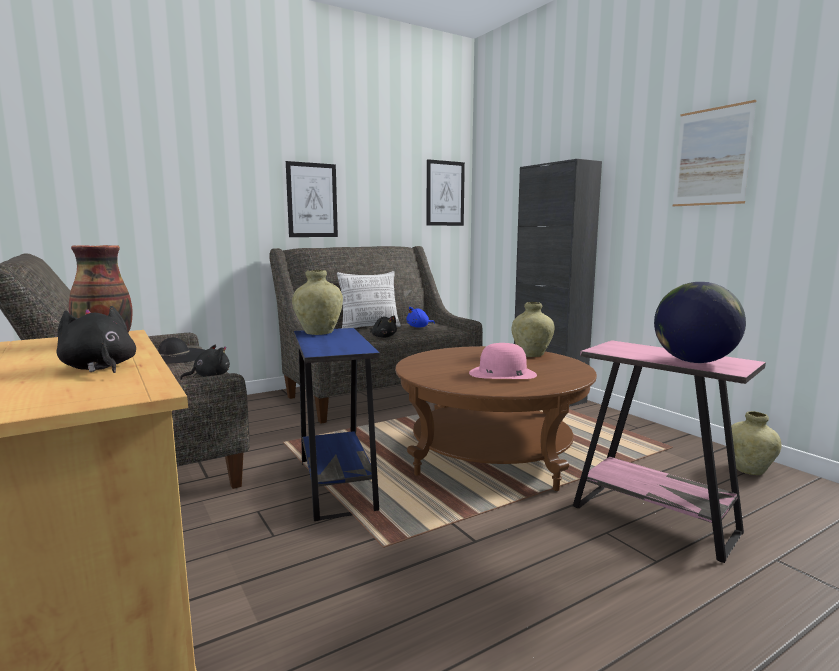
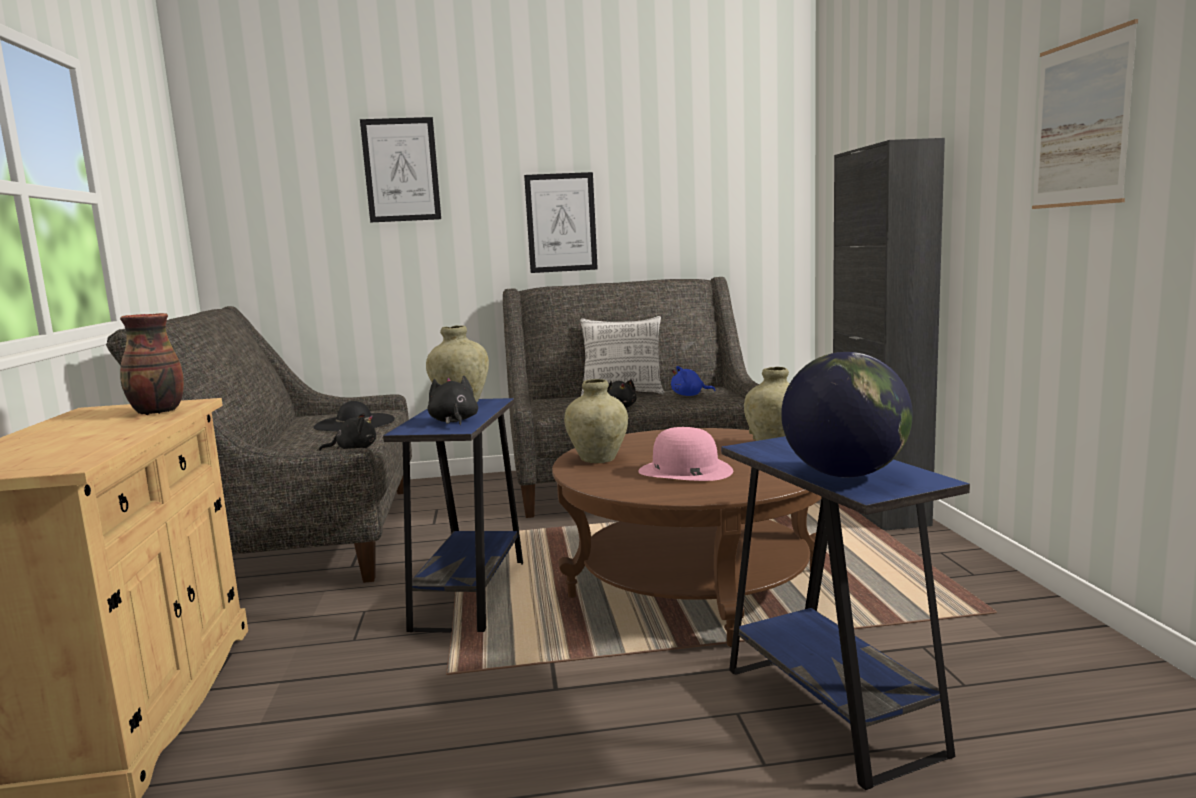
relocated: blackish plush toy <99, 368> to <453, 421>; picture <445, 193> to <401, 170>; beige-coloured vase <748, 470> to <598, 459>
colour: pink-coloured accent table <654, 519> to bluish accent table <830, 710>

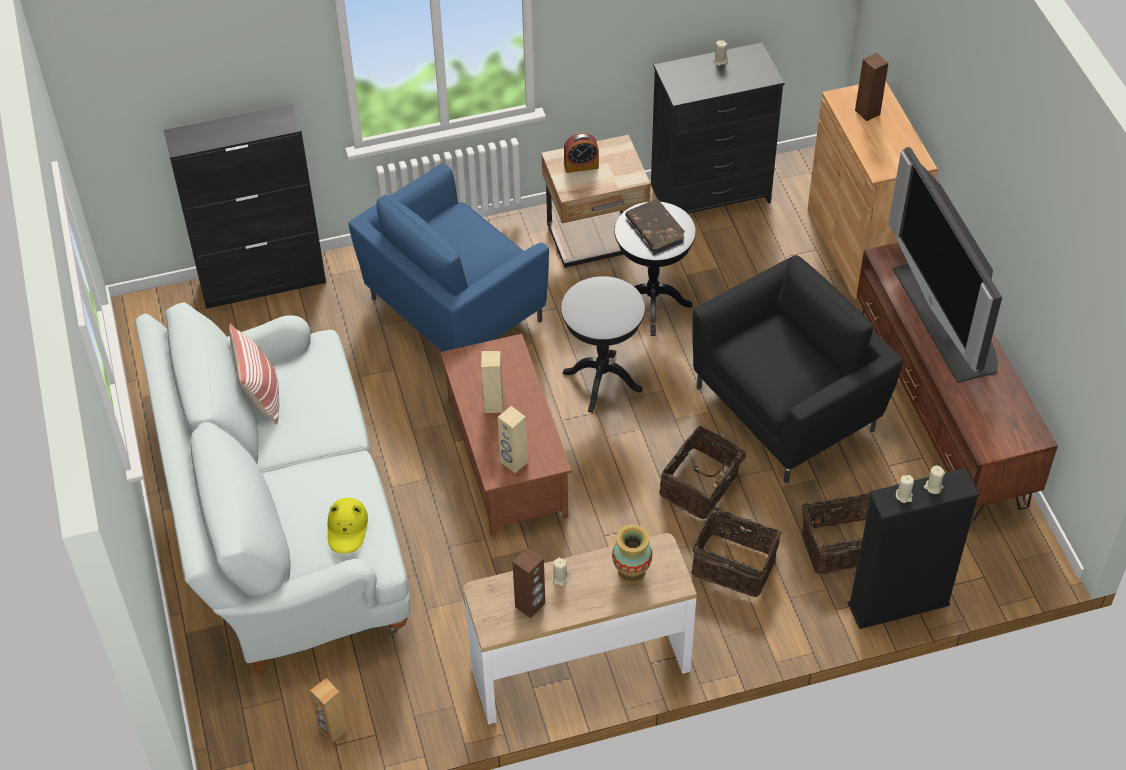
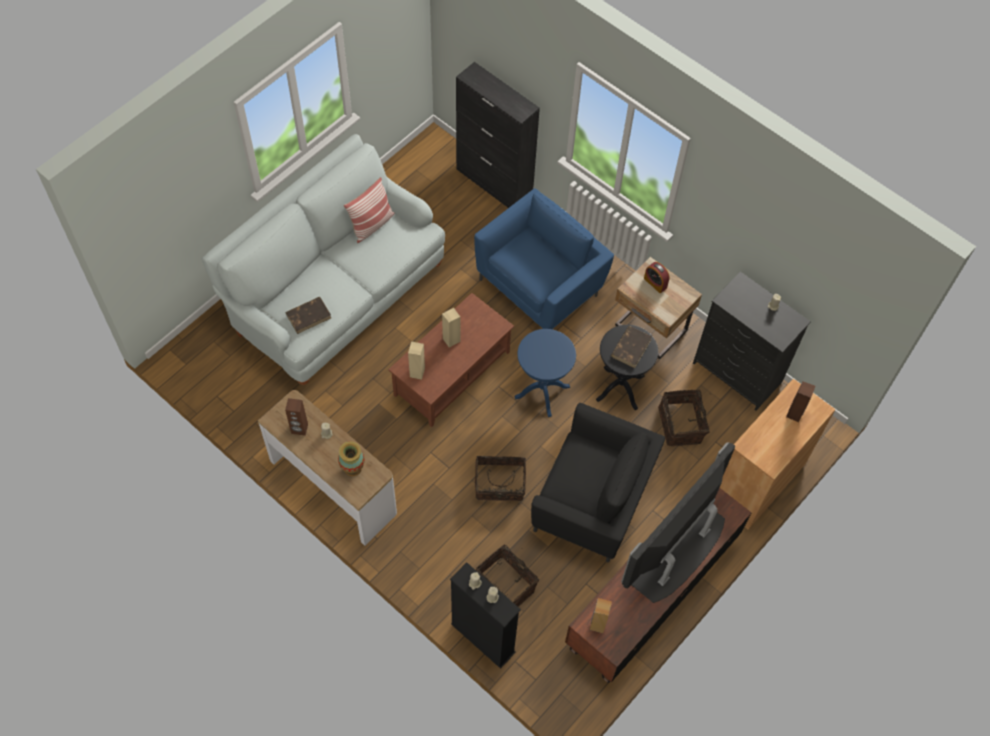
relocated: brown-coloured loudspeaker <333, 730> to <597, 624>; storage basket <734, 564> to <682, 424>
exchanged: yellow-coloured hat <347, 528> to brown-coloured bound book <309, 316>
colour: blackish accent table <602, 381> to bluish accent table <542, 392>
spun: bluish easy chair <452, 310> = <540, 286> 120 degrees clockwise

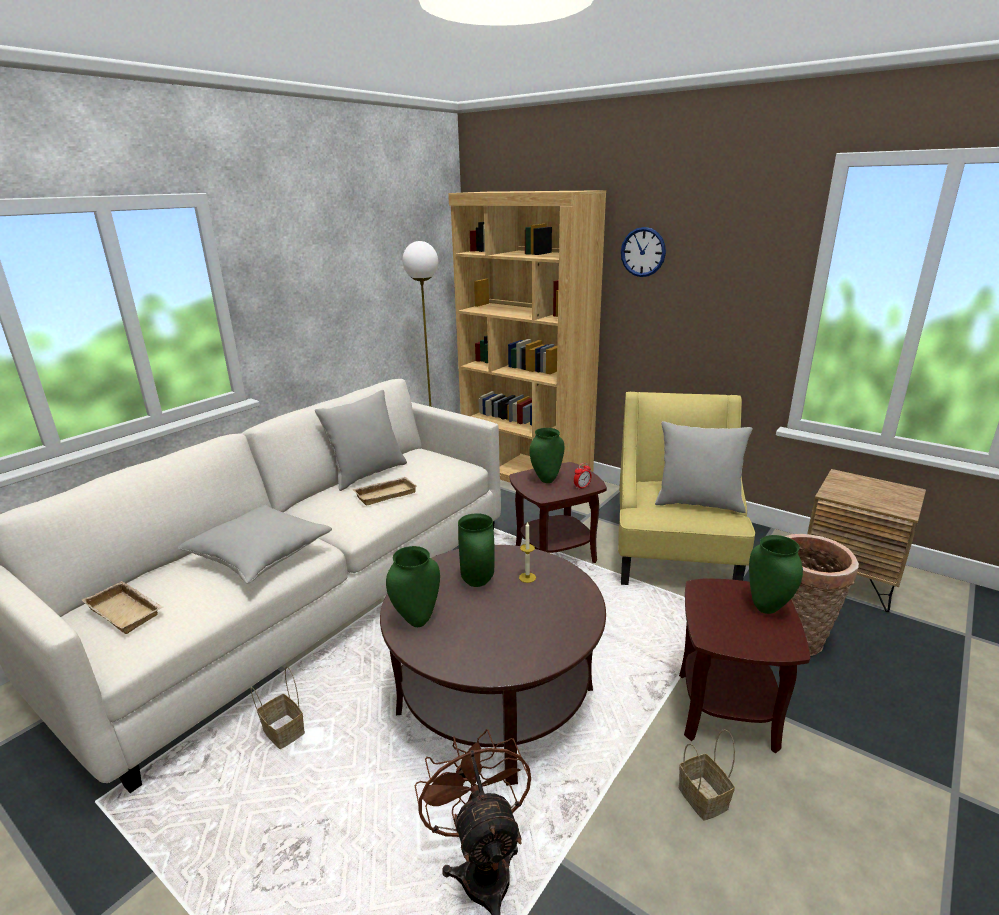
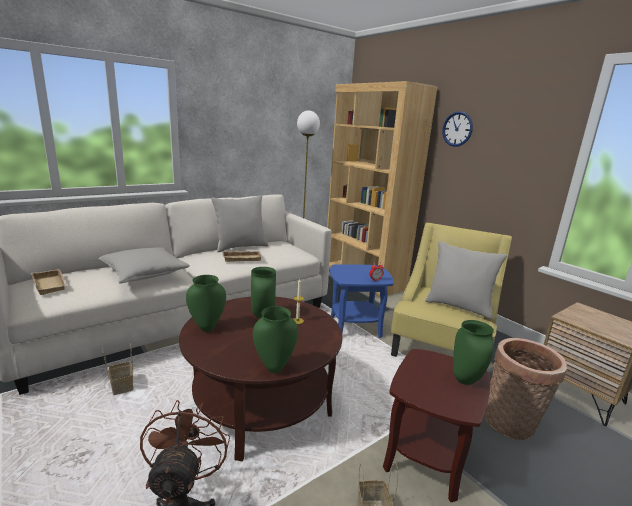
relocated: green-coloured vase <546, 480> to <274, 368>
colour: brown-coloured accent table <555, 553> to bluish accent table <355, 326>

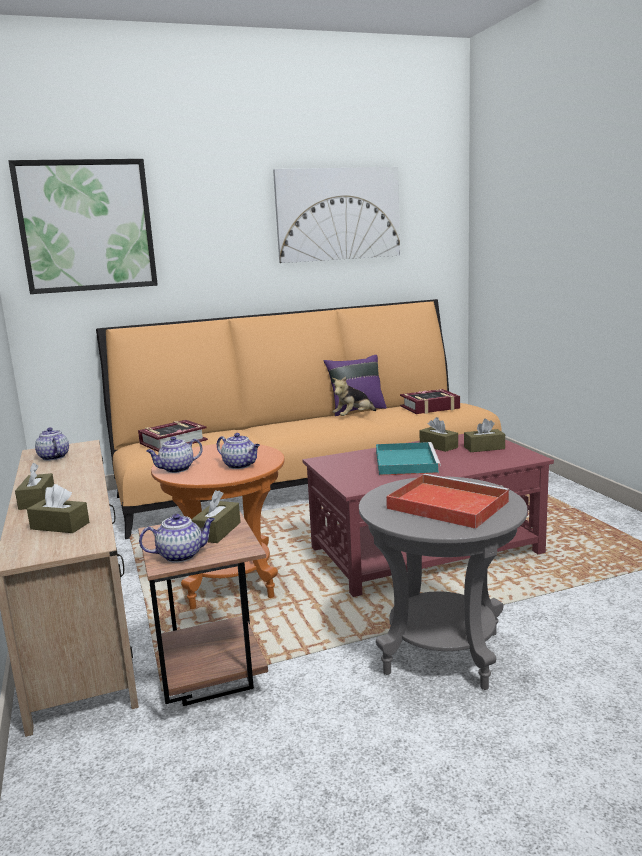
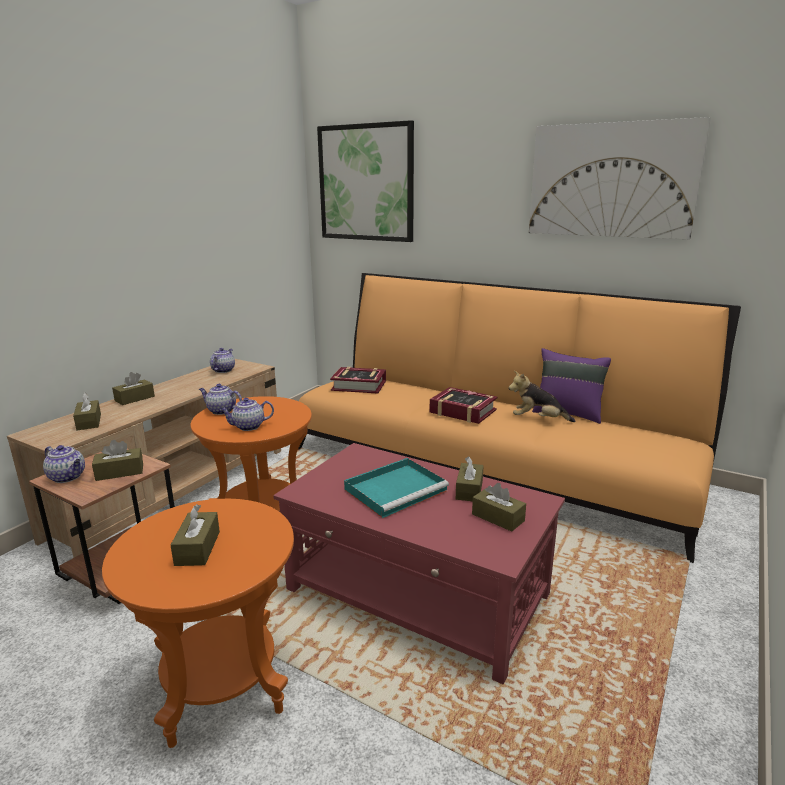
relocated: bound book <430, 407> to <462, 411>
exchanged: reddish tray <445, 505> to brown-coloured tissue holder <197, 548>
colour: gray accent table <442, 653> to orangey accent table <222, 688>
spun: teapot <240, 465> = <248, 427> 75 degrees clockwise

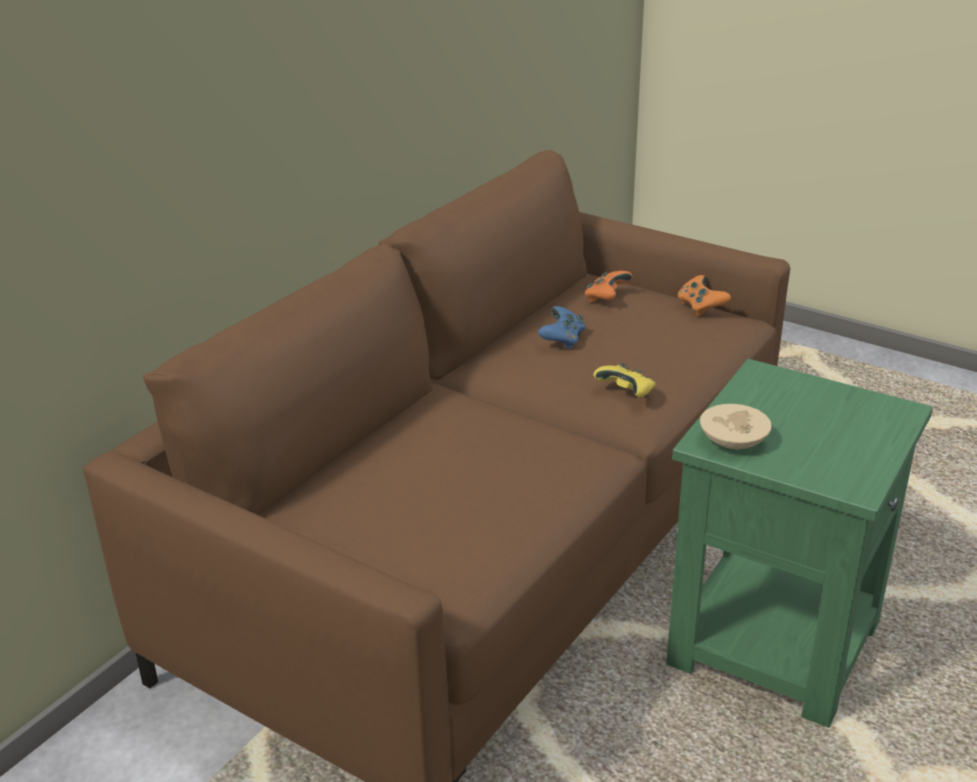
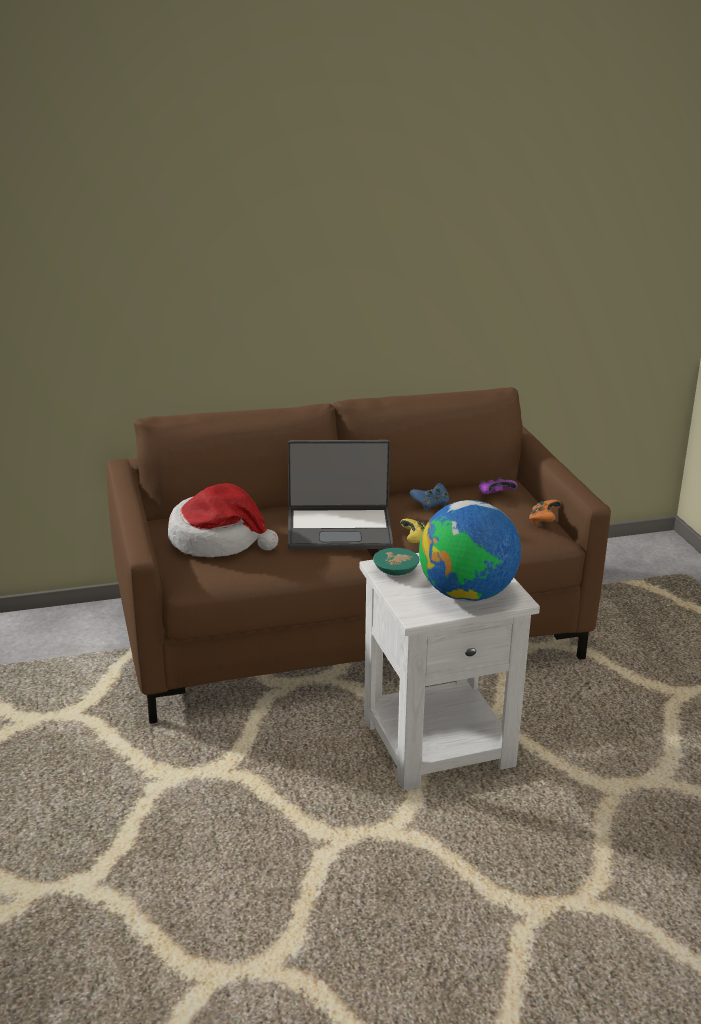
appeared: hat <218, 540>; portable computer <339, 530>; desk globe <467, 594>
colour: orangey game controller <606, 298> to purplish game controller <495, 495>; green-coloured accent table <774, 643> to white-coloured accent table <439, 743>; beige-coloured deep dish <734, 439> to turquoise deep dish <397, 571>

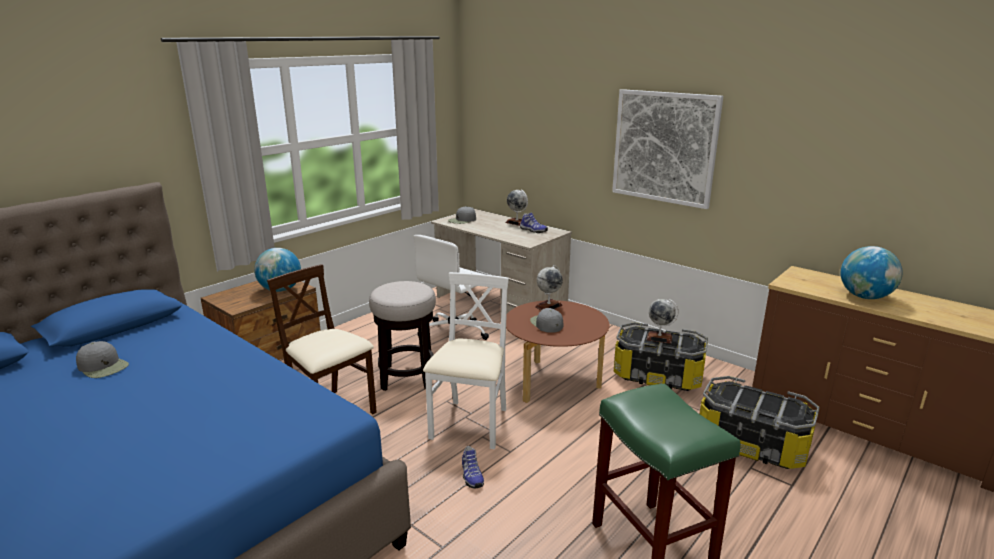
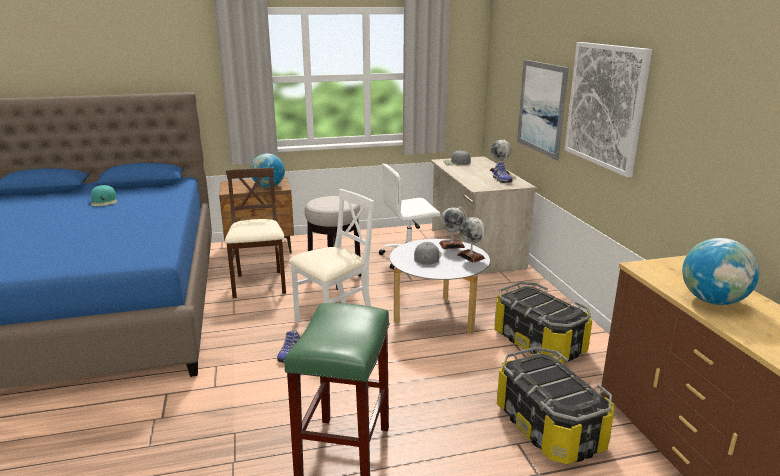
appeared: picture <541, 107>
relocated: desk globe <659, 338> to <471, 256>
colour: gray cap <103, 366> to turquoise cap <104, 201>; brown-coloured coffee table <554, 382> to gray coffee table <437, 316>

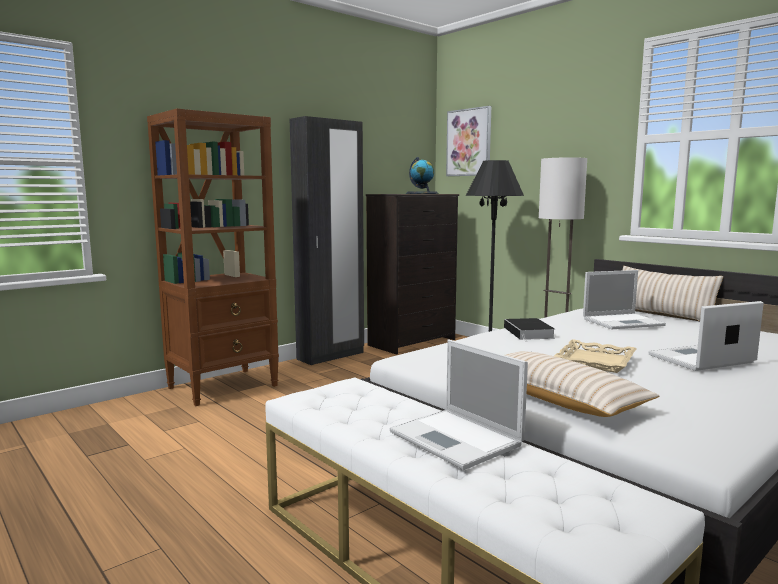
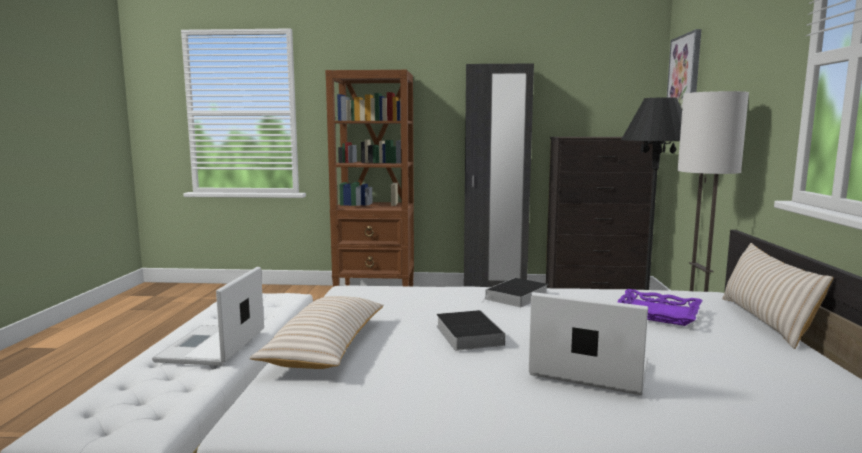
missing: desk globe <422, 193>
exchanged: beige-coloured tray <596, 361> to bound book <467, 334>; portable computer <623, 322> to purplish tray <657, 312>

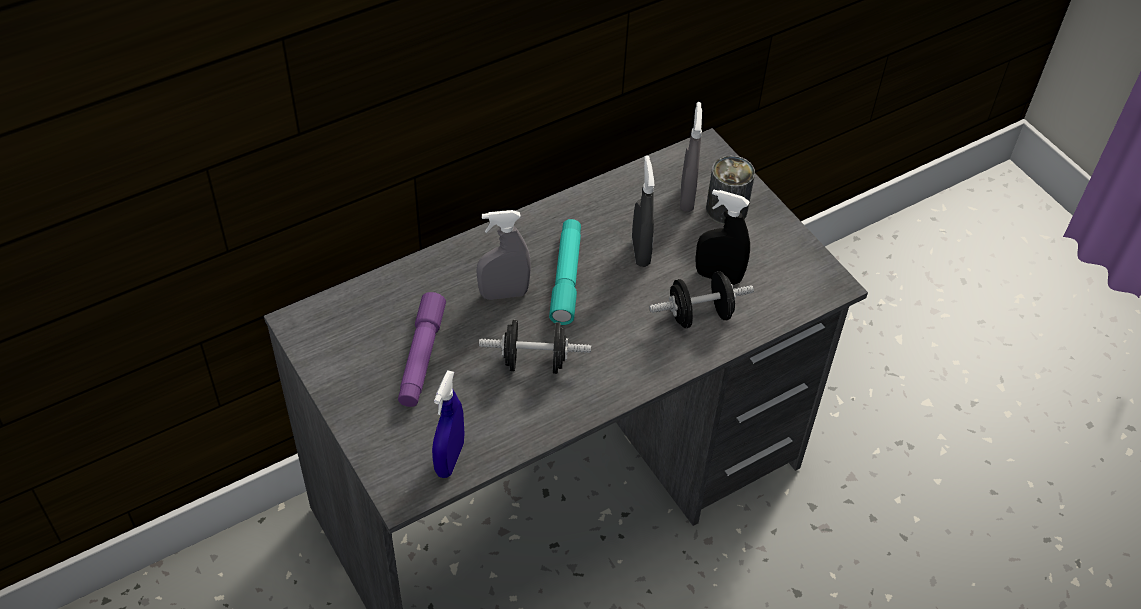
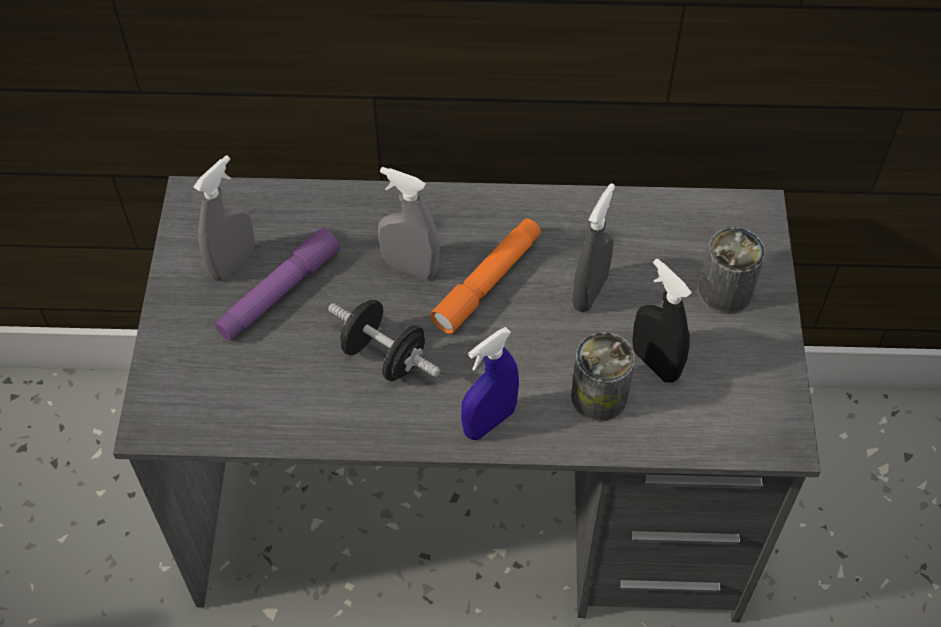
relocated: bluish spray bottle <449, 459> to <489, 422>; gray spray bottle <687, 197> to <233, 263>
exchanged: blackish free weight <699, 315> to can <599, 396>
colour: turquoise hand torch <566, 277> to orangey hand torch <488, 282>

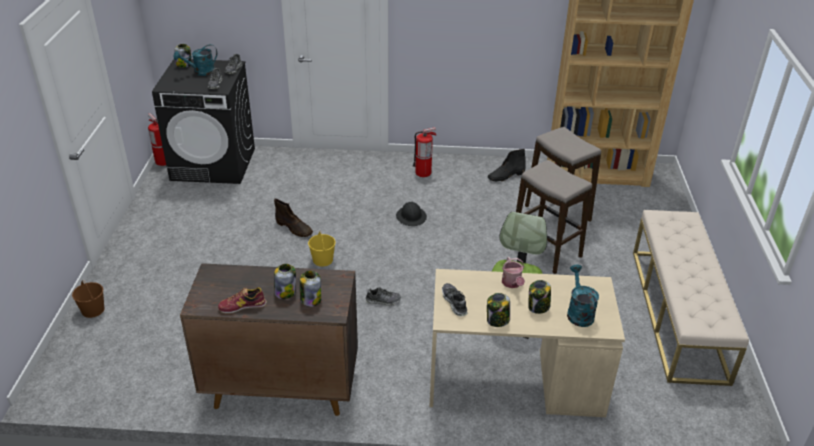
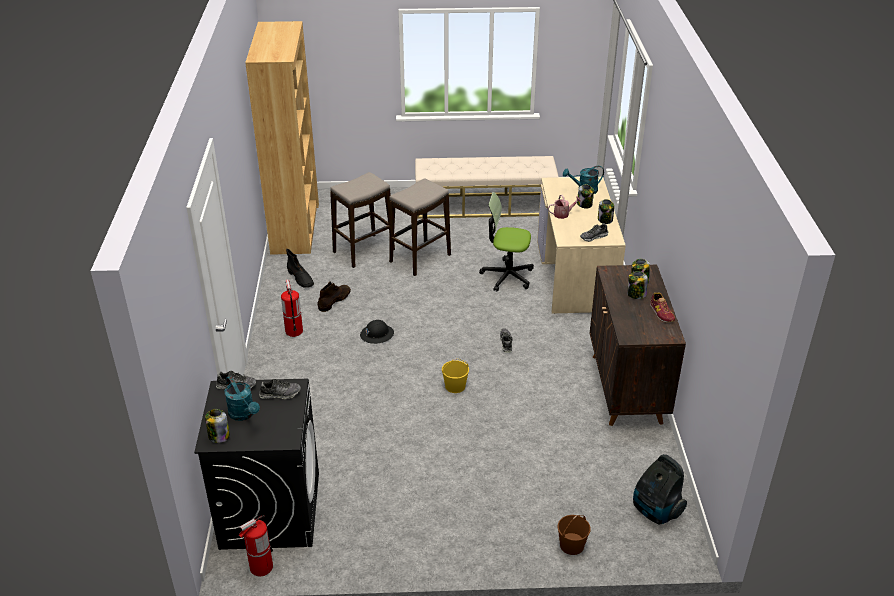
appeared: vacuum cleaner <655, 511>
relocated: brown-coloured boot <294, 228> to <334, 300>

